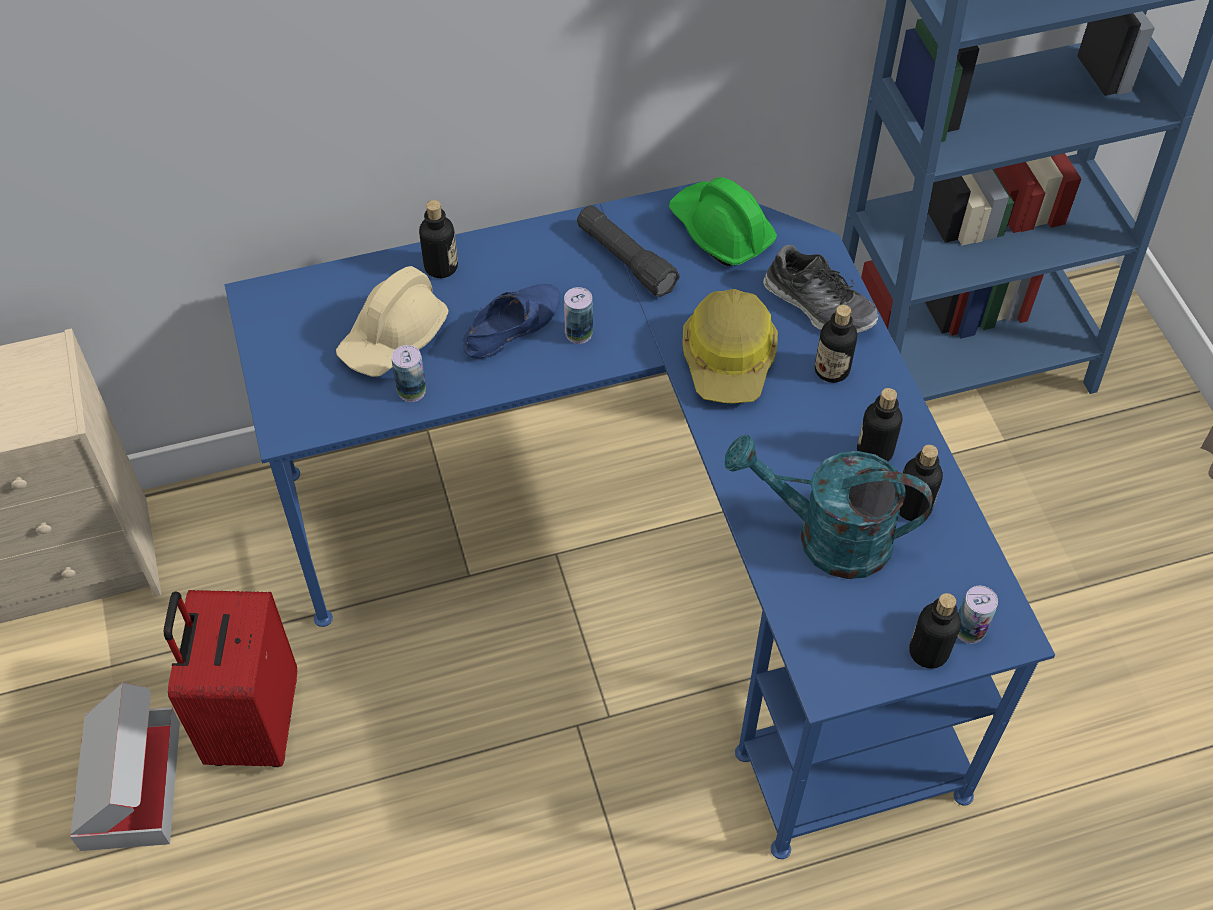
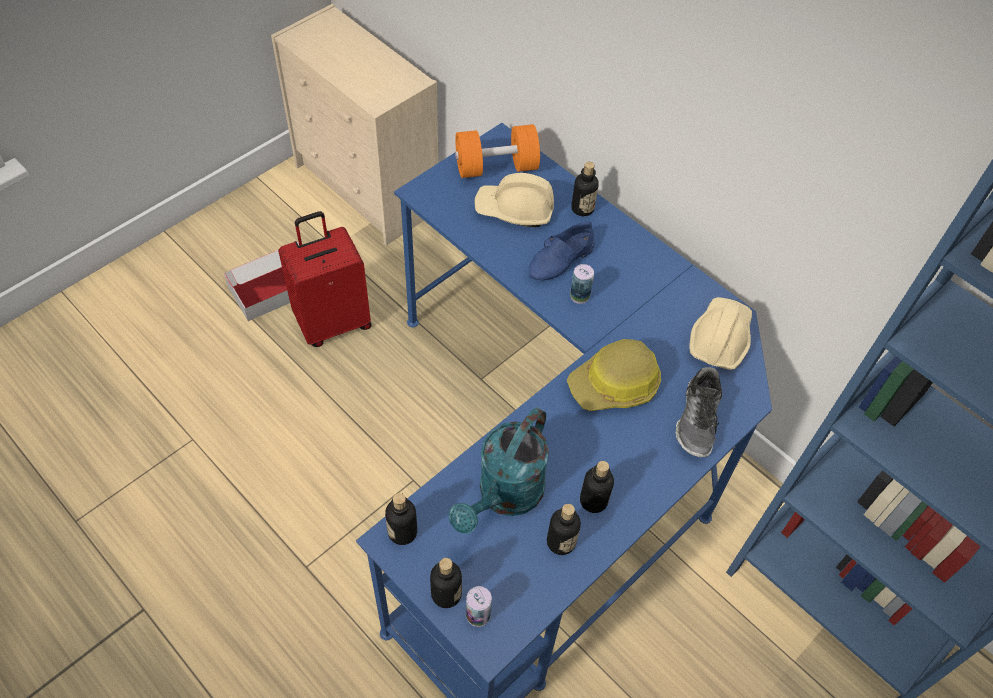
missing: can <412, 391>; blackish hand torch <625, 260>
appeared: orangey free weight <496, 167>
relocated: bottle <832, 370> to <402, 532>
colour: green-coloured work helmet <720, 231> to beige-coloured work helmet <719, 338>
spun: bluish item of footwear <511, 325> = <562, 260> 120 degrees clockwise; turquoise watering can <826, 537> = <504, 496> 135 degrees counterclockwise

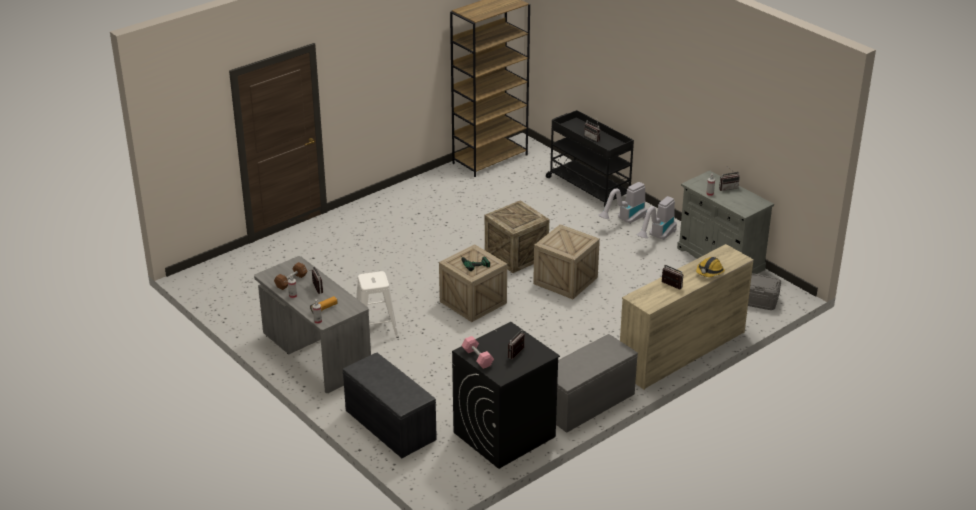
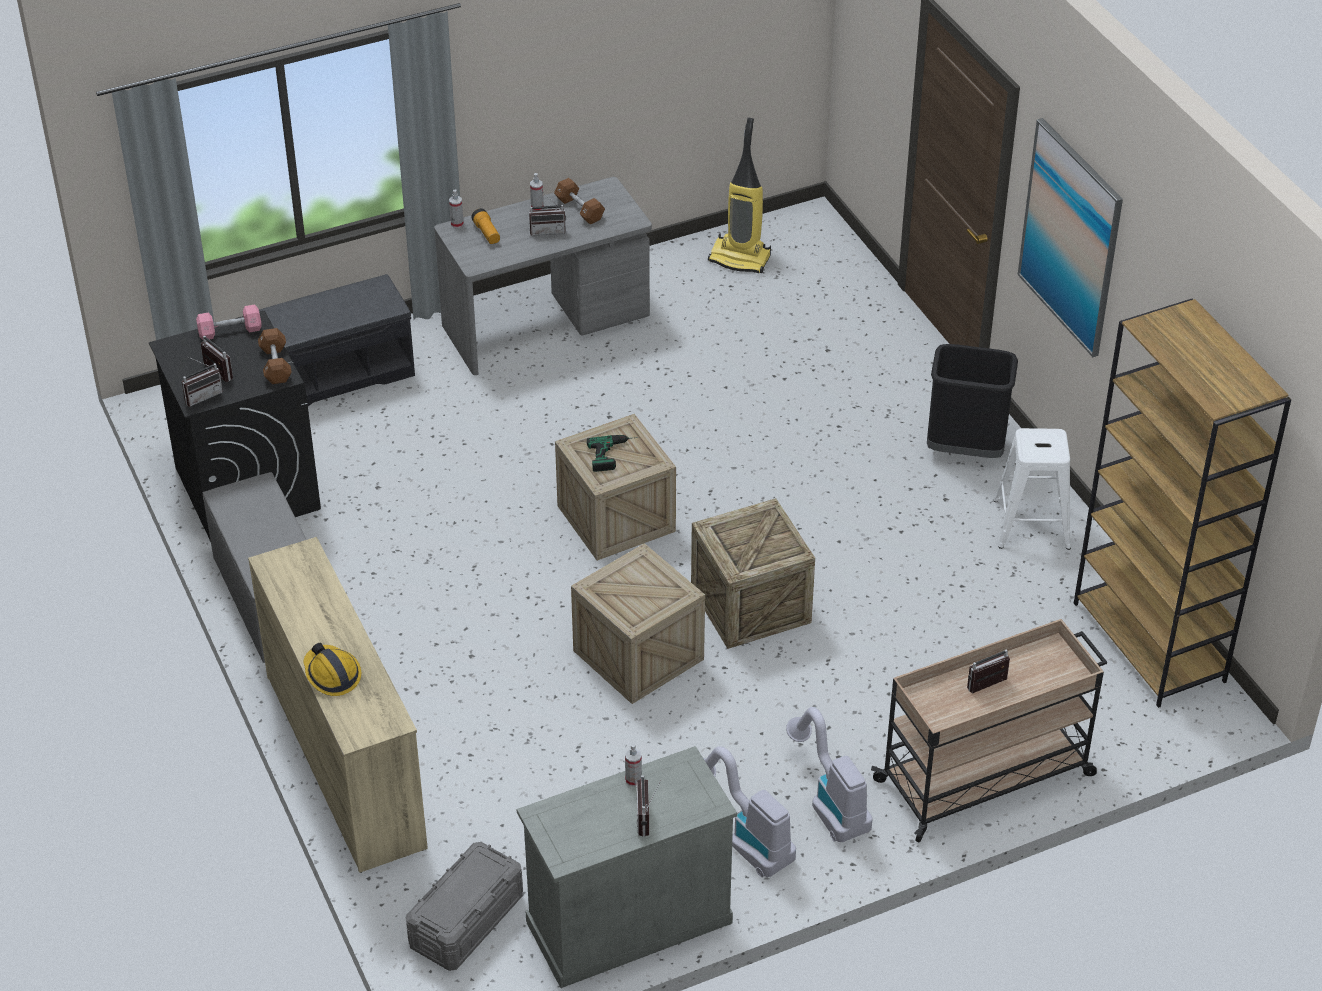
appeared: brown-coloured free weight <275, 365>; vacuum cleaner <740, 258>; blackish rubbish bin <964, 450>; picture <1070, 237>
relocated: white-coloured stool <376, 329> to <1030, 524>; radio set <670, 286> to <202, 395>
colour: blackish trolley <588, 188> to beige-coloured trolley <986, 777>

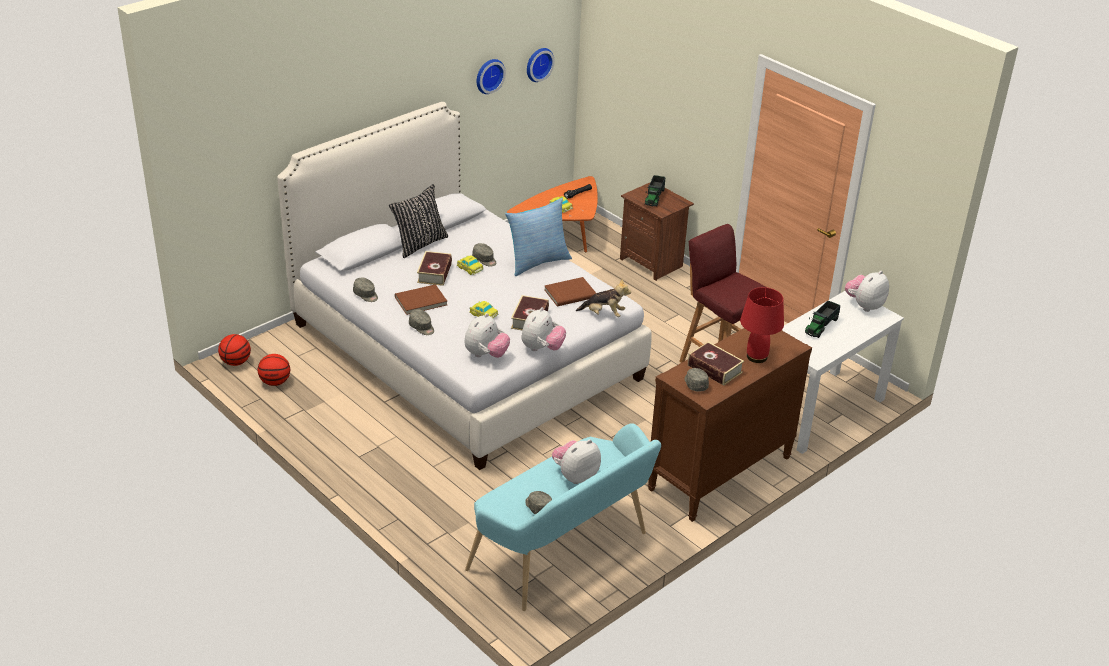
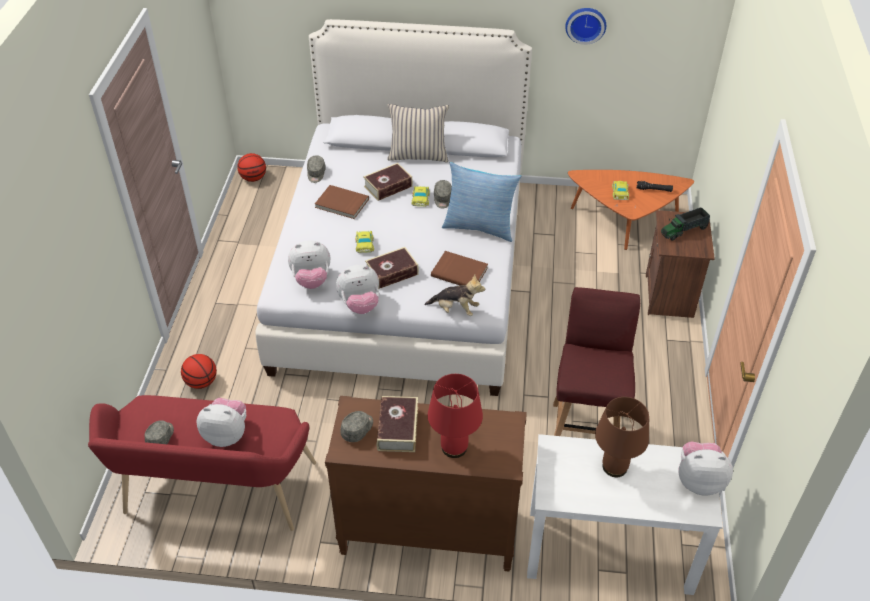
missing: gray cap <422, 327>; hanging clock <538, 64>
relocated: ball for basketball <275, 382> to <201, 382>
exchanged: toy truck <821, 326> to brown-coloured lamp for a table <615, 467>
colour: blackish throw pillow <419, 244> to beige-coloured throw pillow <418, 155>; turquoise long seat <565, 554> to reddish long seat <215, 494>
spun: plush toy <603, 314> = <455, 309> 45 degrees counterclockwise

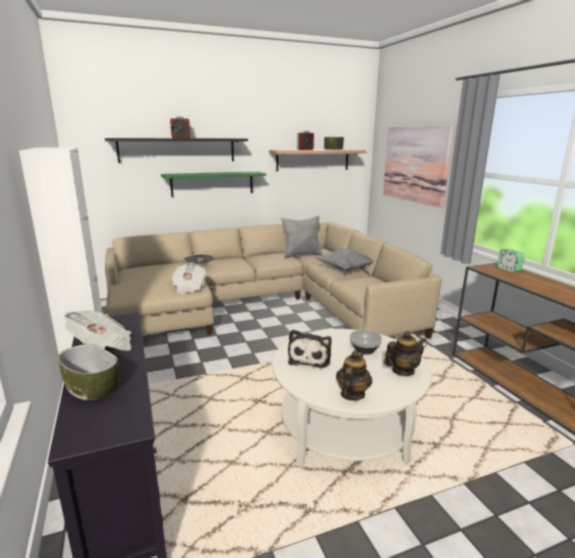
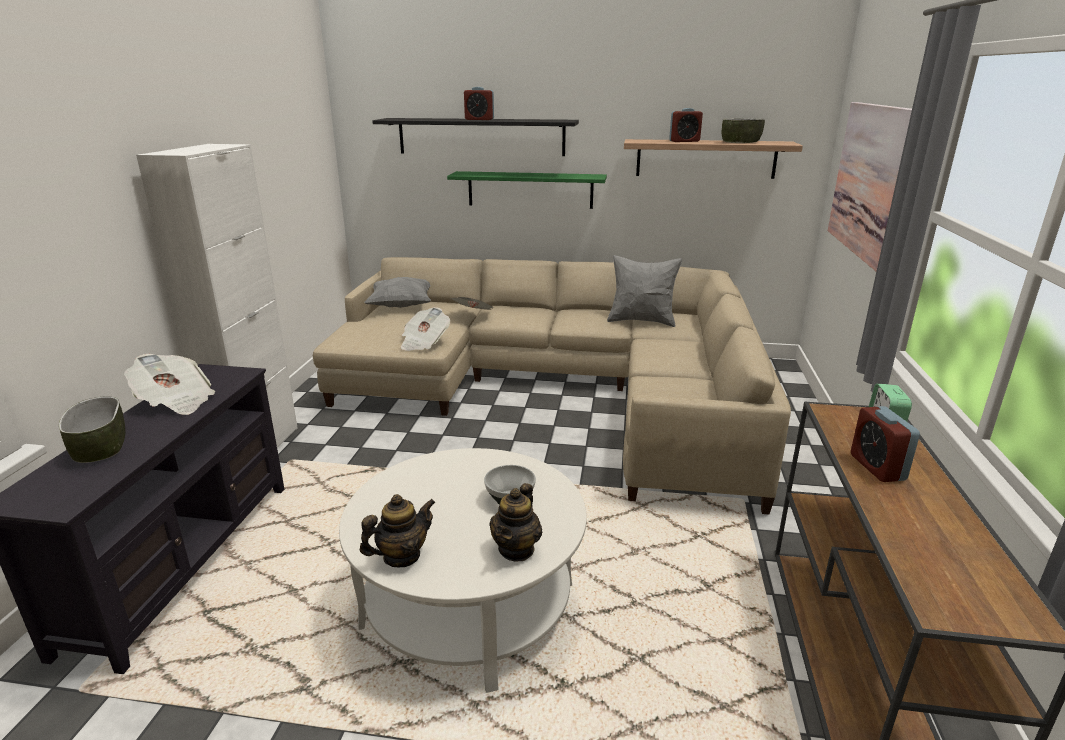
missing: plush toy <310, 358>
appeared: alarm clock <877, 467>
relocated: gray throw pillow <345, 269> to <401, 306>
spun: teapot <402, 371> = <516, 549> 105 degrees clockwise

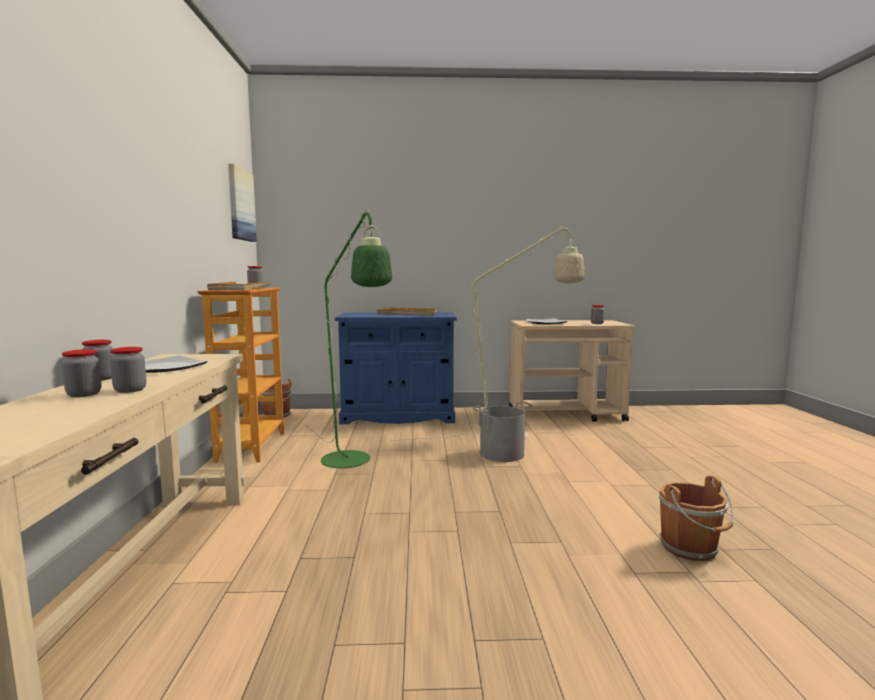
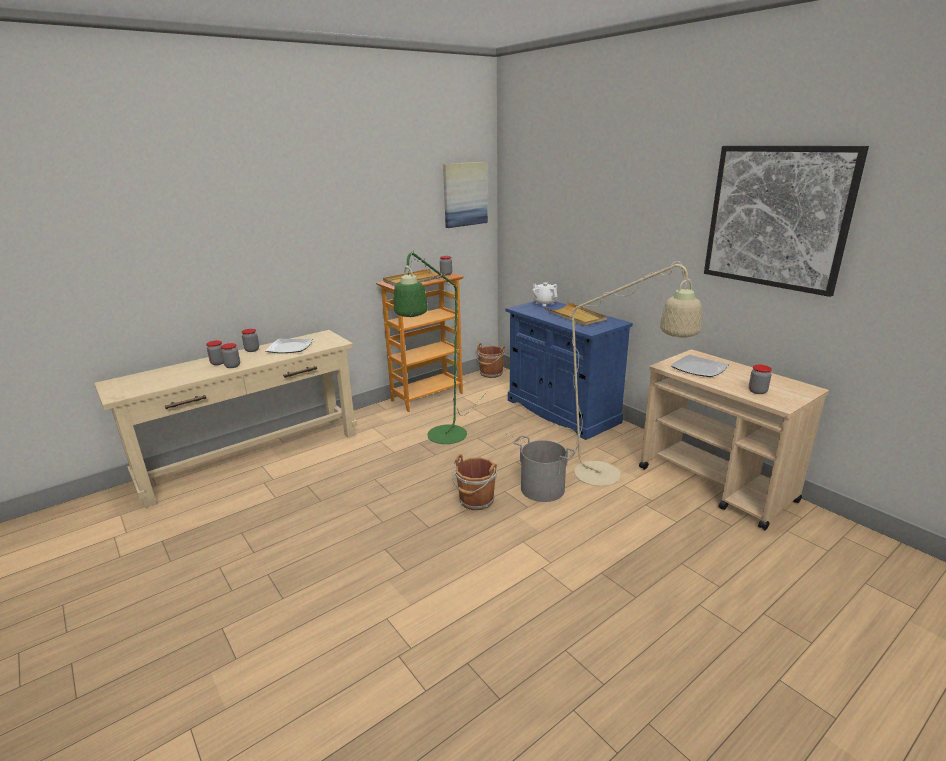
appeared: white-coloured teapot <544, 303>; picture <777, 217>
relocated: brown-coloured pail <691, 548> to <476, 501>

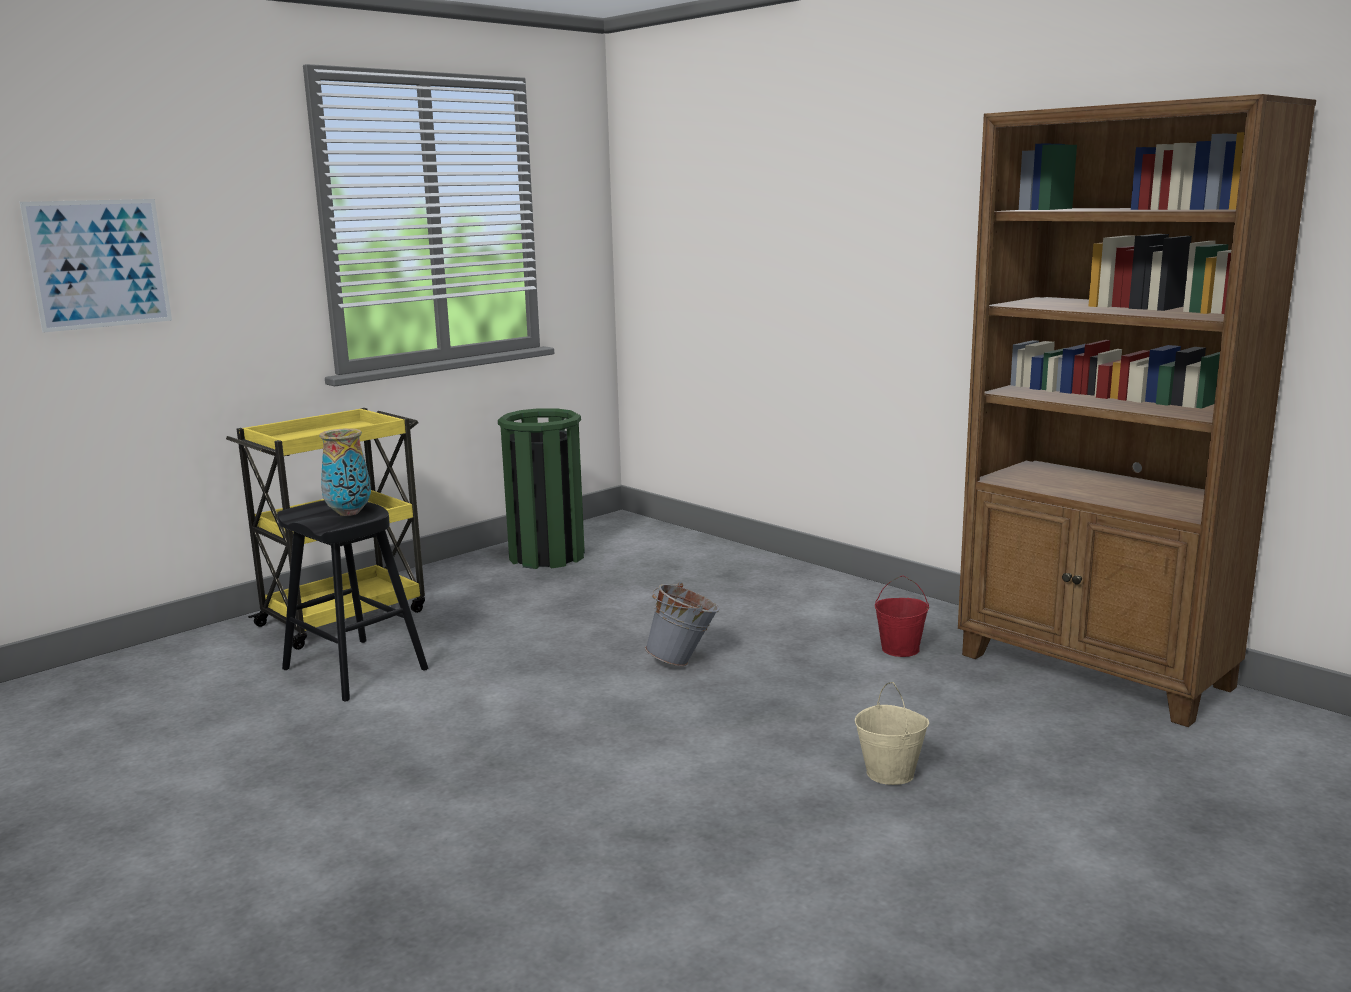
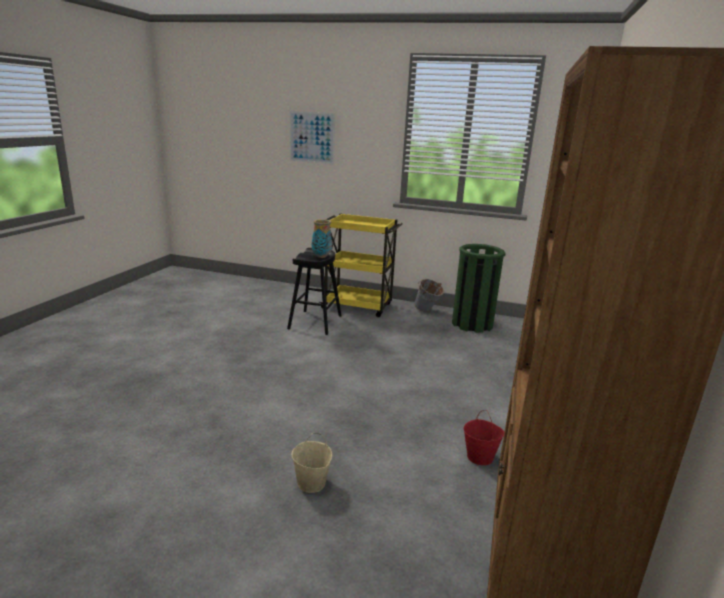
relocated: gray pail <683, 661> to <427, 311>

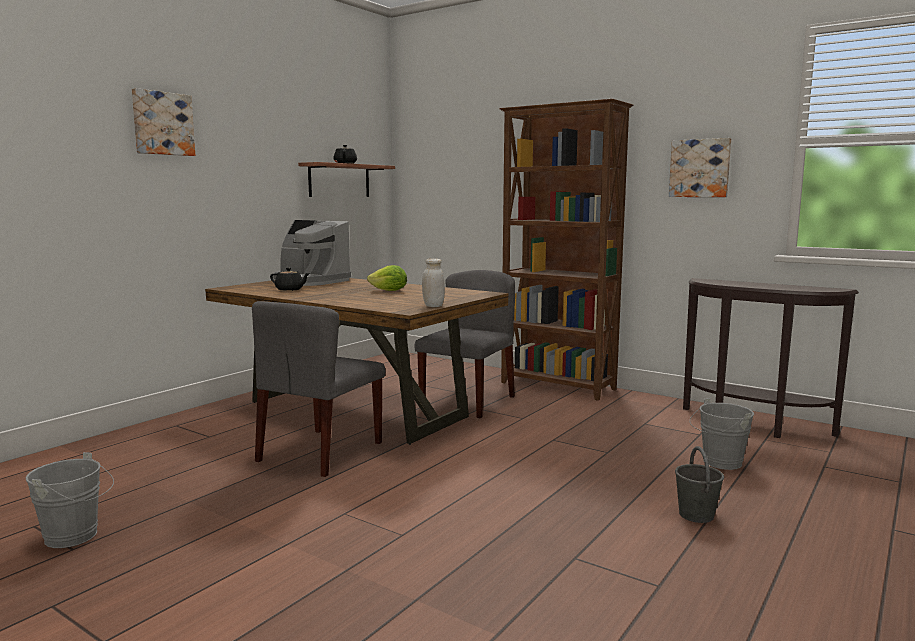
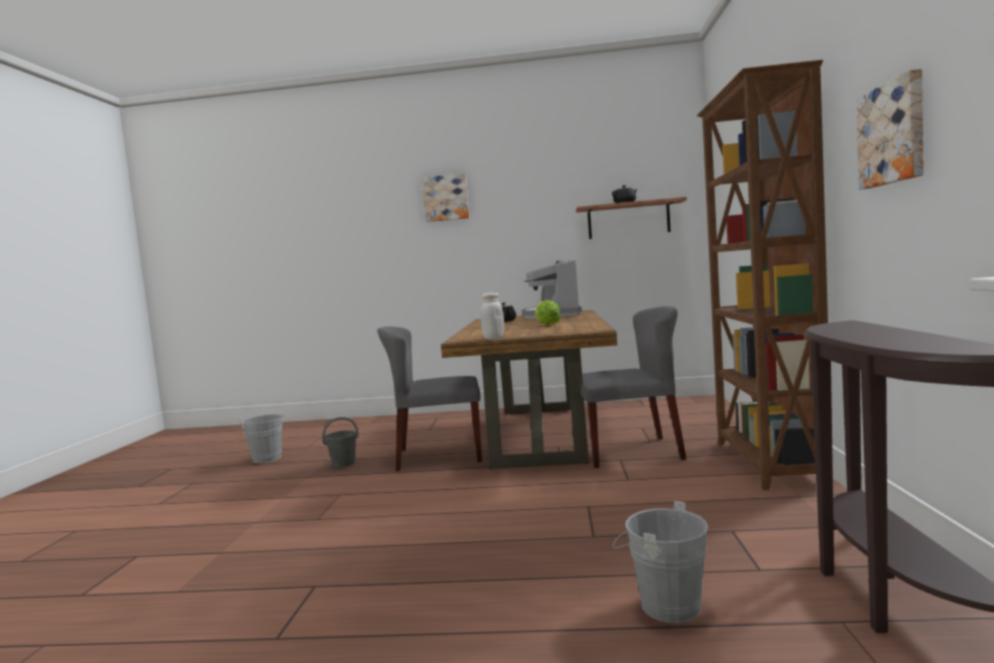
relocated: gray pail <696, 515> to <343, 464>

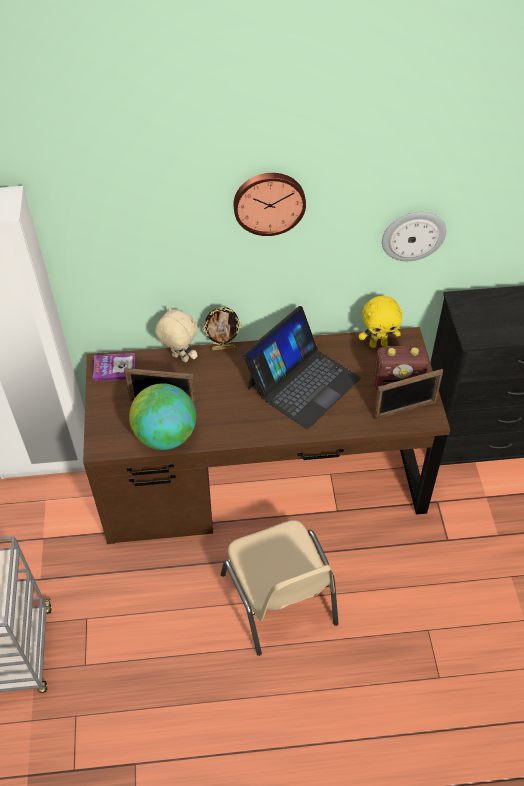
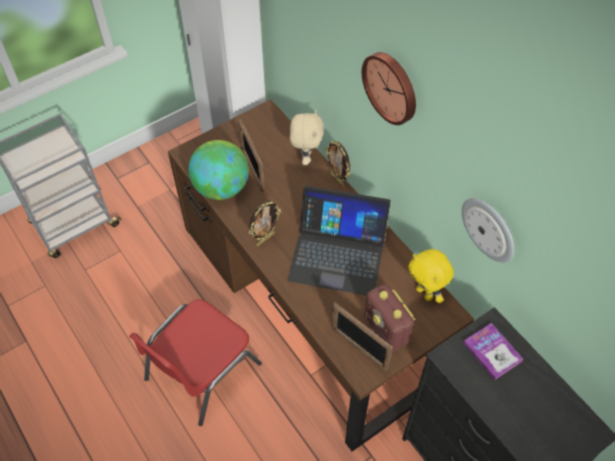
appeared: picture frame <265, 239>
relocated: bound book <114, 368> to <492, 352>
colour: beige-coloured chair <280, 600> to reddish chair <200, 372>

